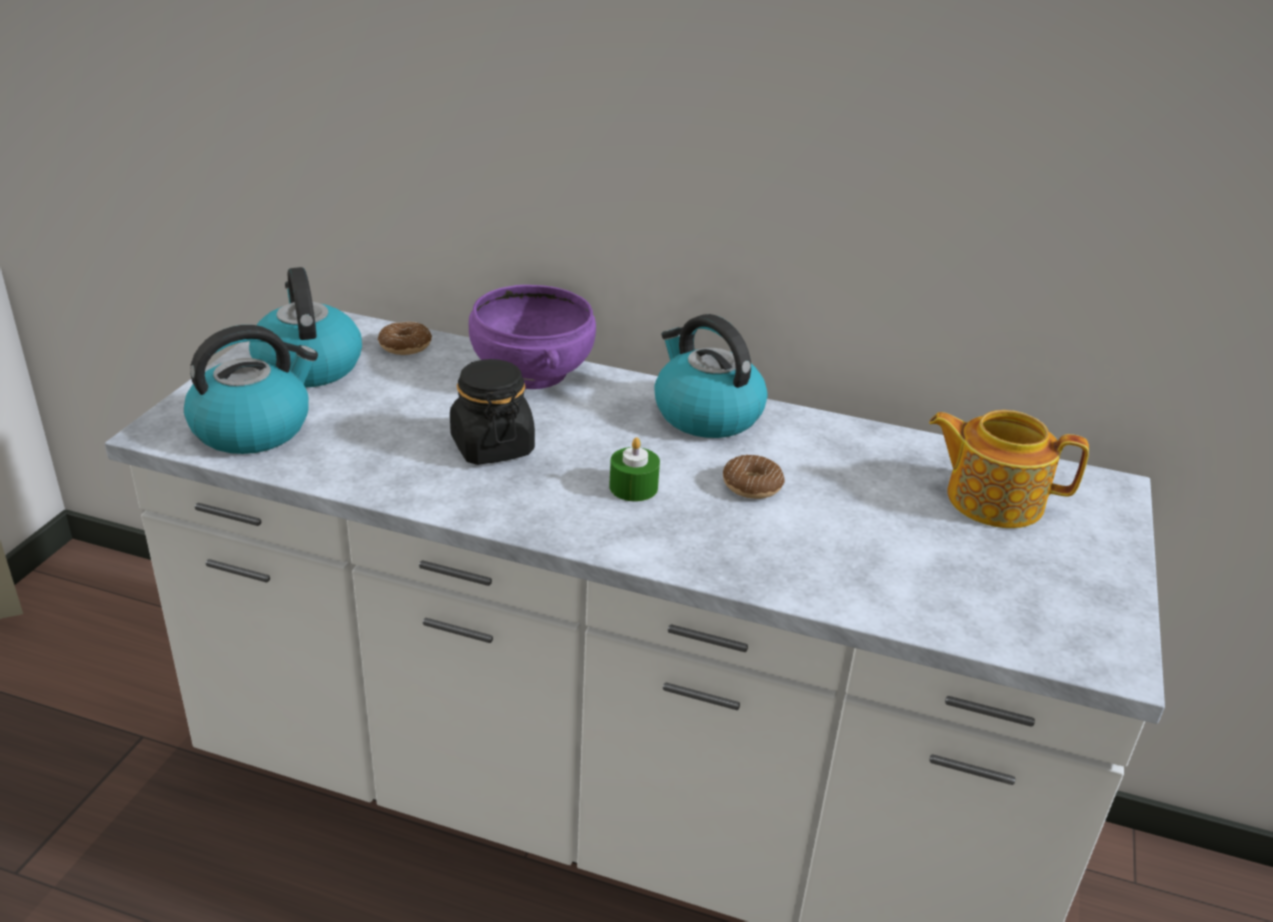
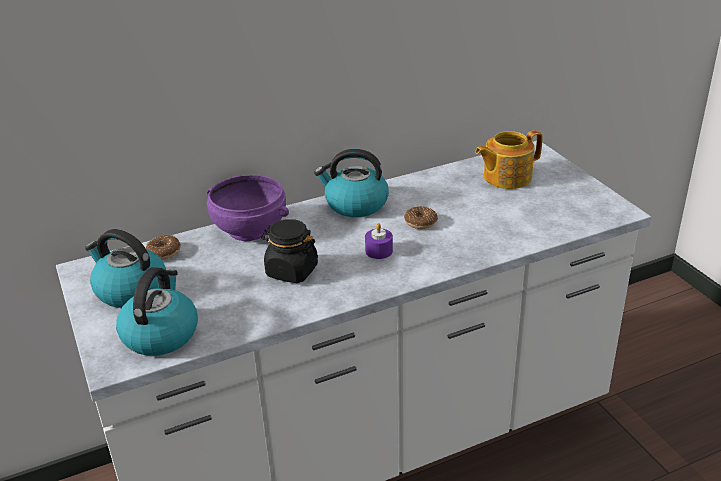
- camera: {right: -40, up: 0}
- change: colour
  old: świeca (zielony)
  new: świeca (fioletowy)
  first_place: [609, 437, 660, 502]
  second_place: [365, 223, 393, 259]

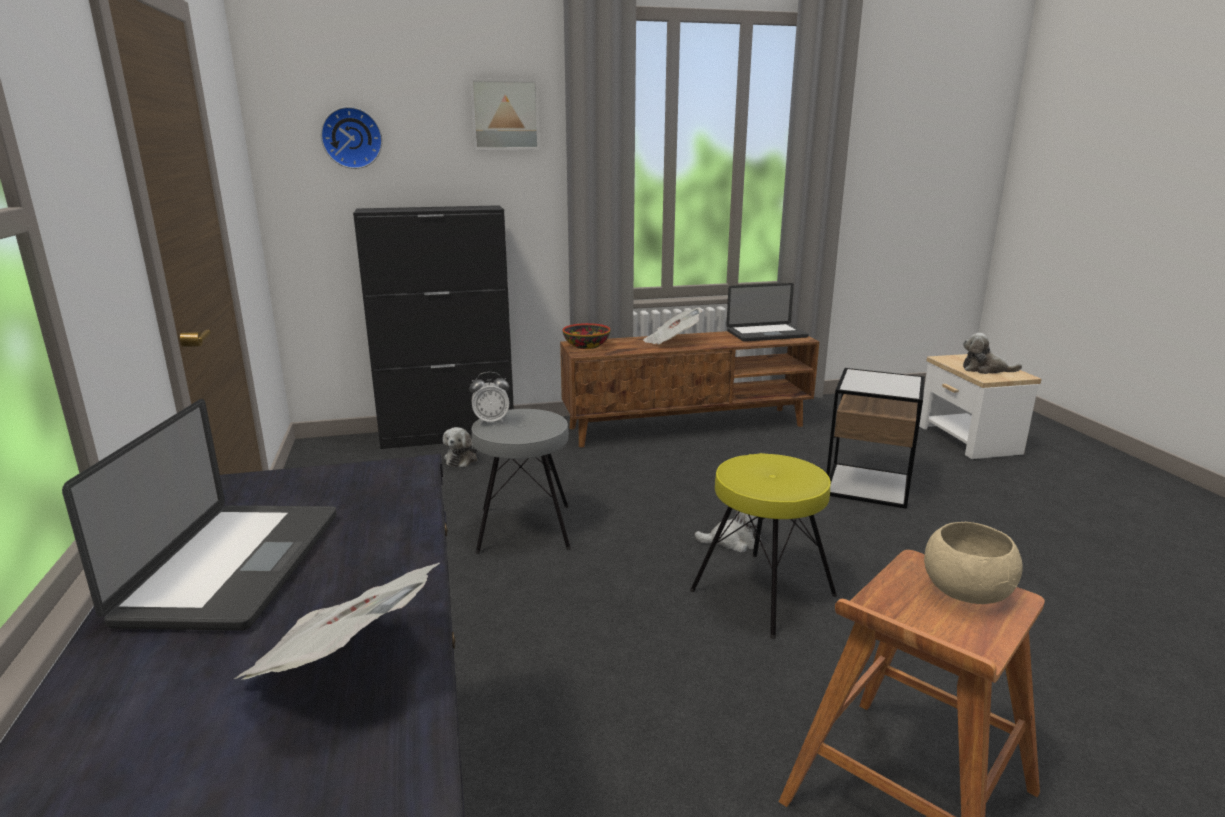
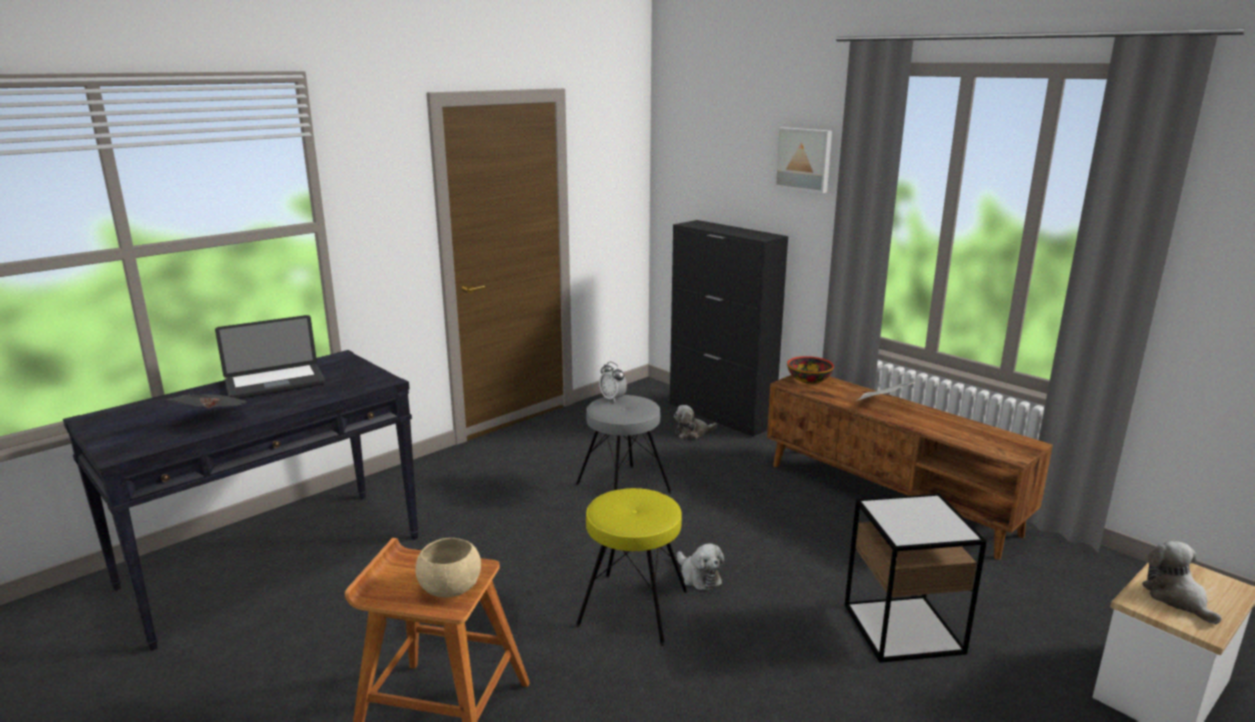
- camera: {right: 60, up: 0}
- change: missing
  old: zegar ścienny
  first_place: [321, 107, 383, 169]
- change: missing
  old: laptop
  first_place: [726, 283, 809, 342]

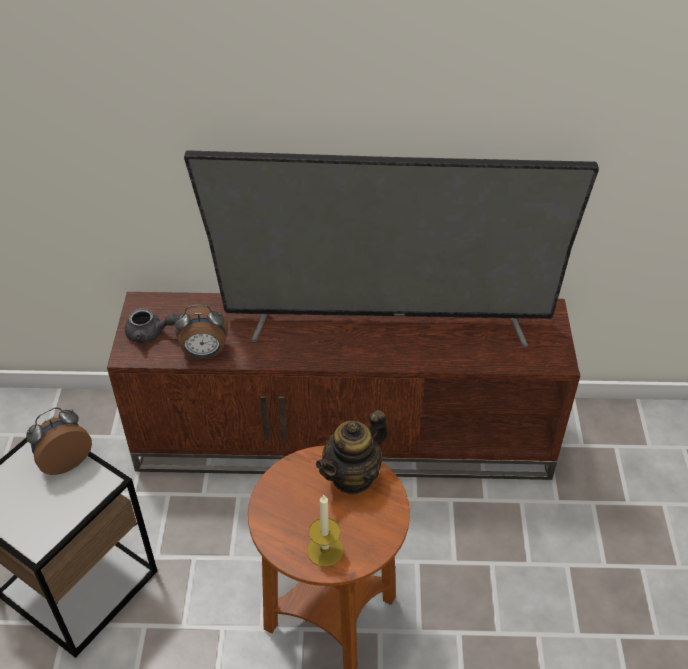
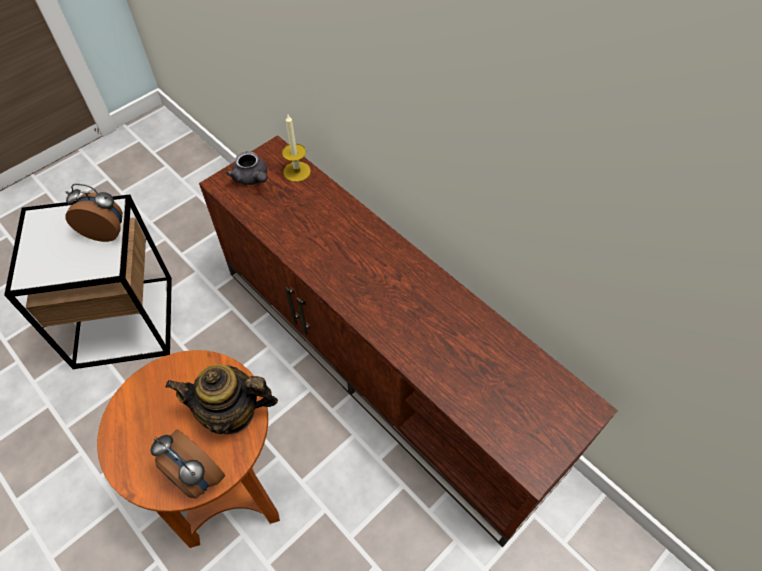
- camera: {right: 45, up: 10}
- change: relocated
  old: budzik
  first_place: [175, 305, 228, 359]
  second_place: [150, 429, 225, 498]
- change: missing
  old: telewizor
  first_place: [184, 150, 599, 347]
- change: relocated
  old: świeca
  first_place: [307, 494, 343, 567]
  second_place: [282, 115, 311, 182]

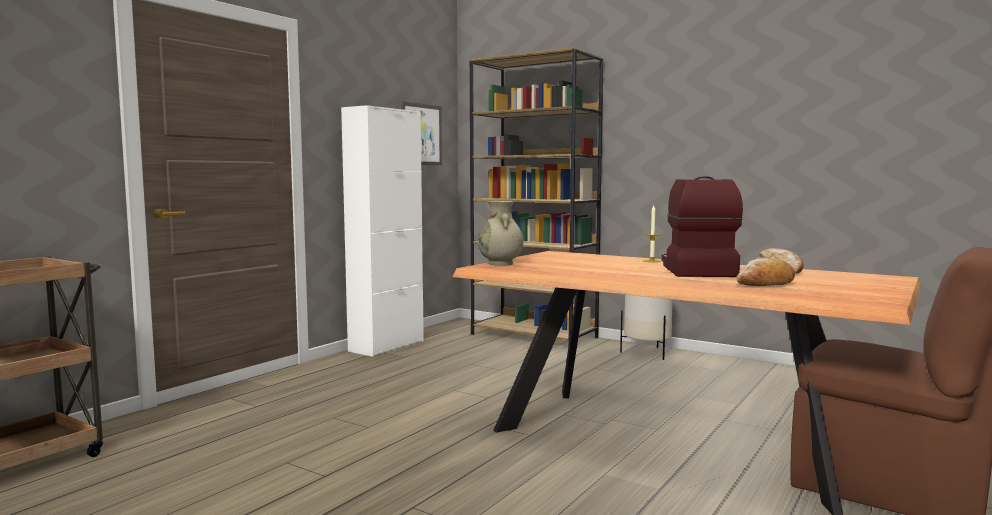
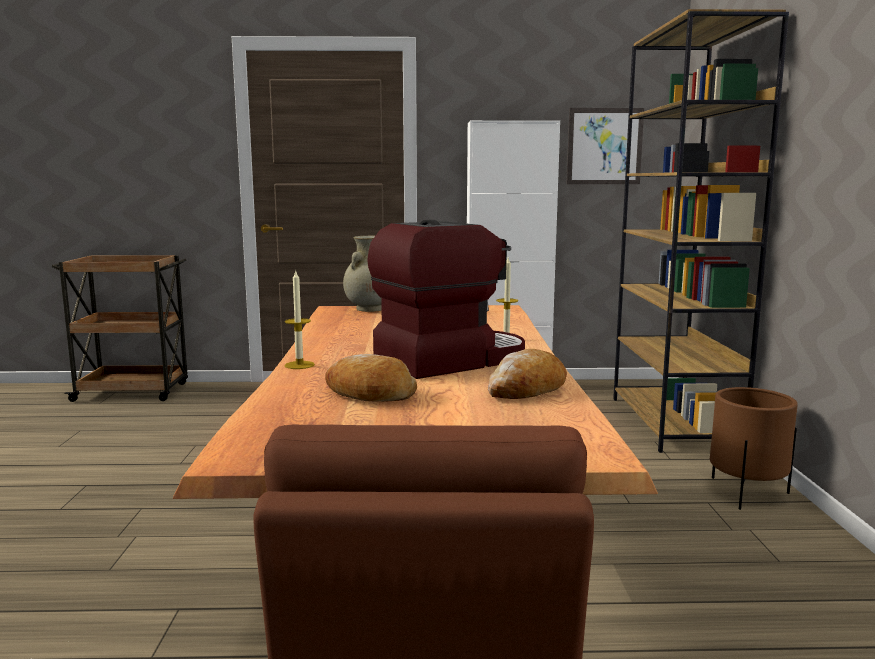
- camera: {right: 55, up: 5}
- change: colour
  old: donica (biały)
  new: donica (brązowy)
  first_place: [620, 294, 673, 360]
  second_place: [710, 387, 798, 510]
- change: appeared
  new: świeca
  second_place: [285, 271, 315, 369]

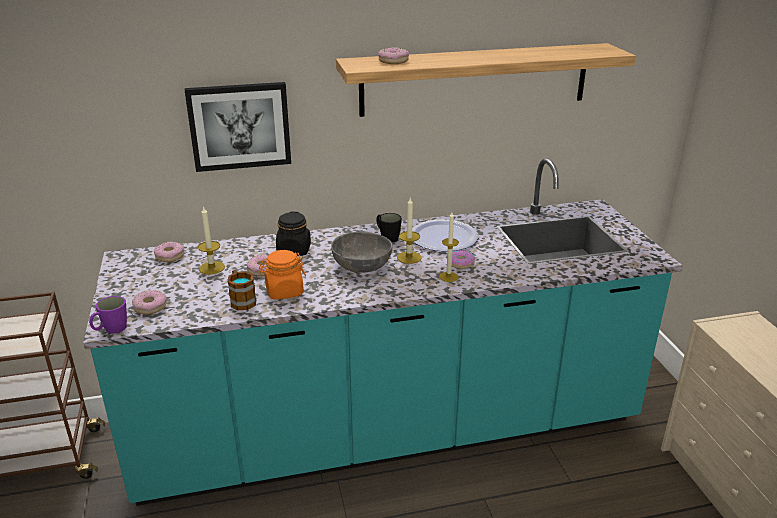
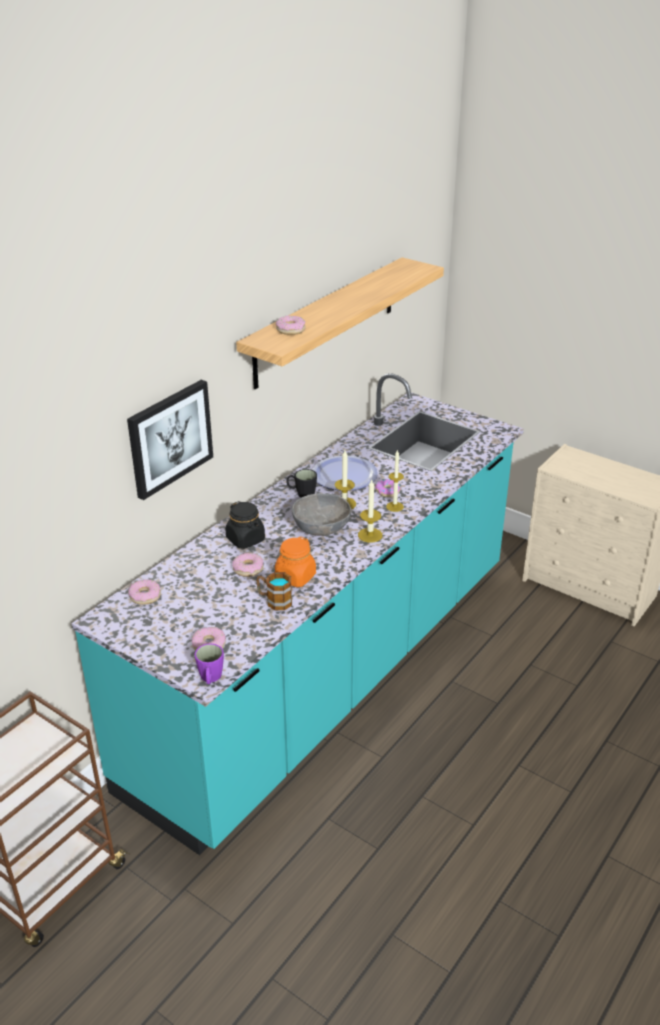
- camera: {right: -40, up: 5}
- change: relocated
  old: świeca
  first_place: [198, 206, 225, 274]
  second_place: [358, 480, 382, 542]

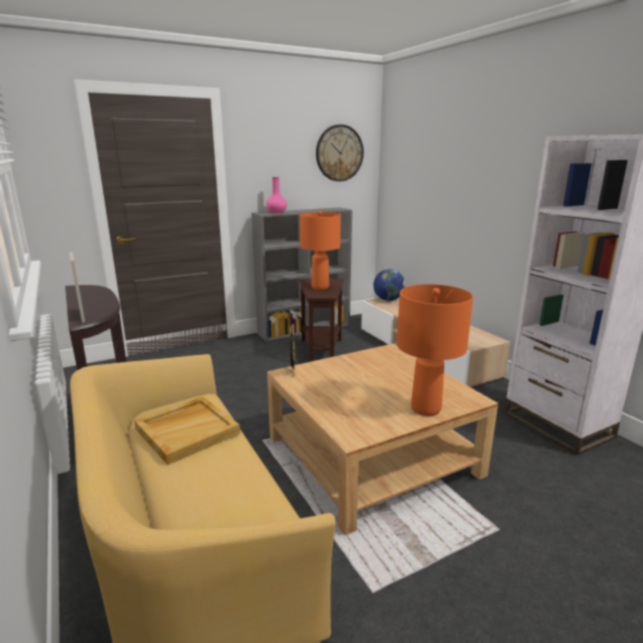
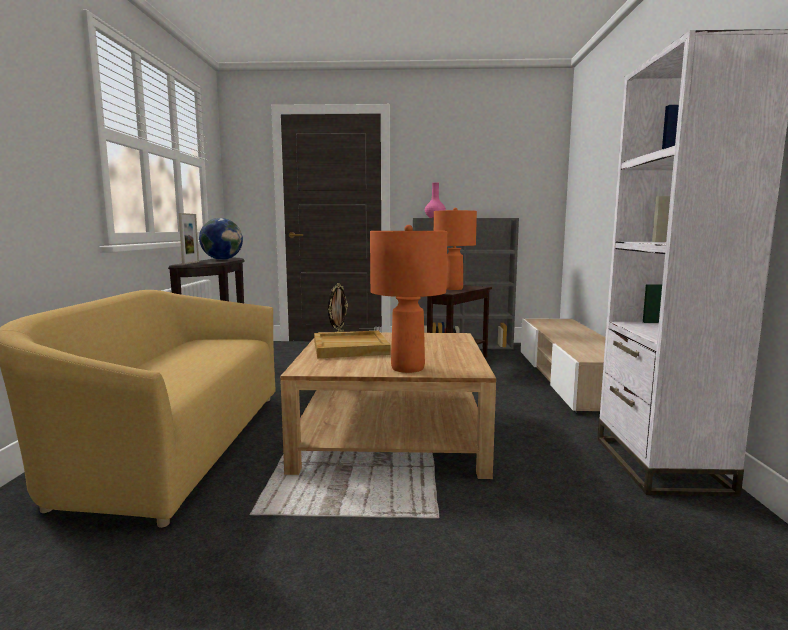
- camera: {right: 30, up: -10}
- change: relocated
  old: taca (beżowy)
  first_place: [134, 396, 240, 465]
  second_place: [314, 331, 390, 358]
- change: missing
  old: zegar ścienny
  first_place: [316, 124, 364, 181]
- change: relocated
  old: globus
  first_place: [373, 269, 405, 301]
  second_place: [199, 218, 243, 260]

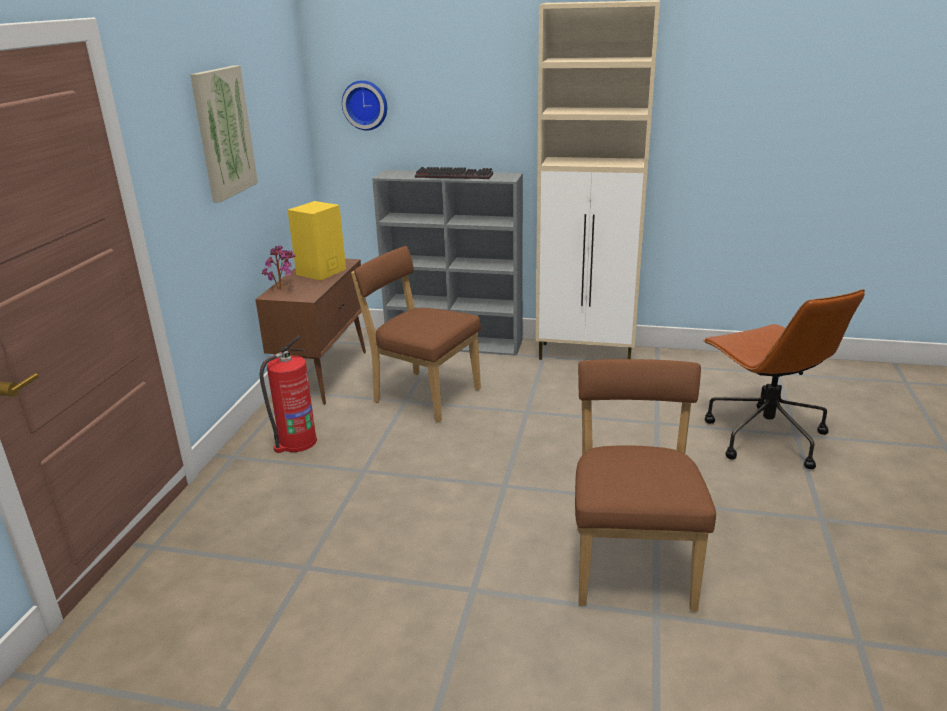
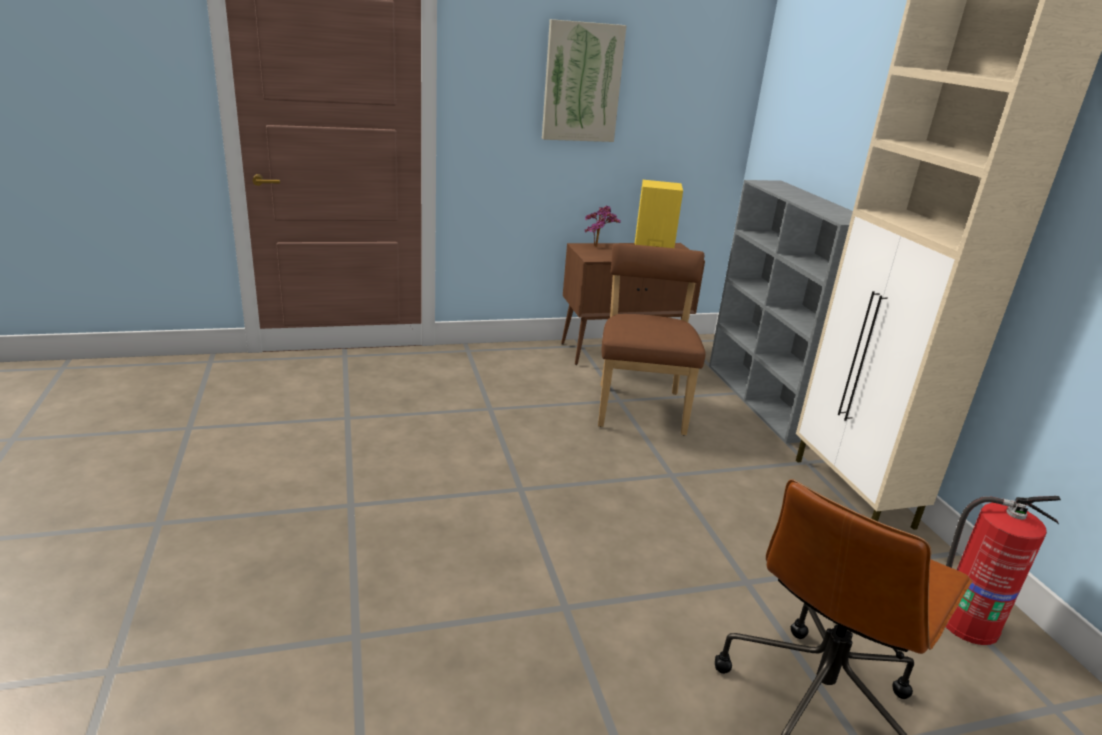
- camera: {right: 60, up: 0}
- change: relocated
  old: gaśnica
  first_place: [259, 336, 317, 453]
  second_place: [946, 496, 1061, 645]
- change: missing
  old: zegar ścienny
  first_place: [342, 80, 387, 131]
- change: missing
  old: klawiatura
  first_place: [415, 167, 493, 179]
- change: missing
  old: krzesło (brązowy)
  first_place: [575, 359, 716, 612]

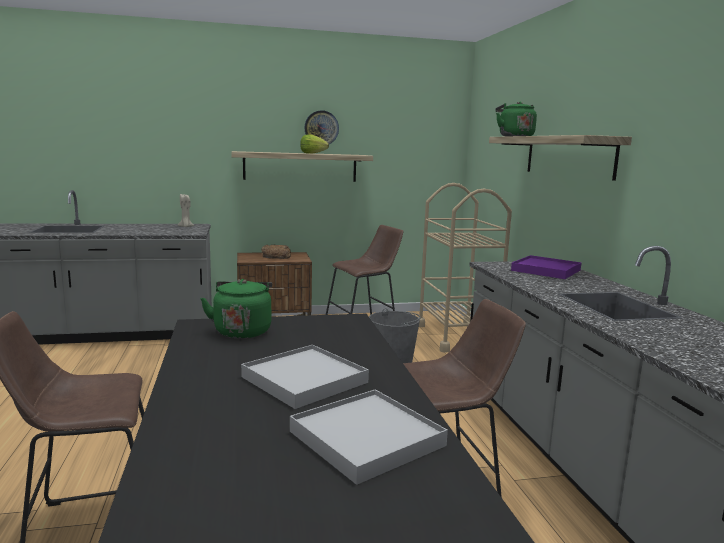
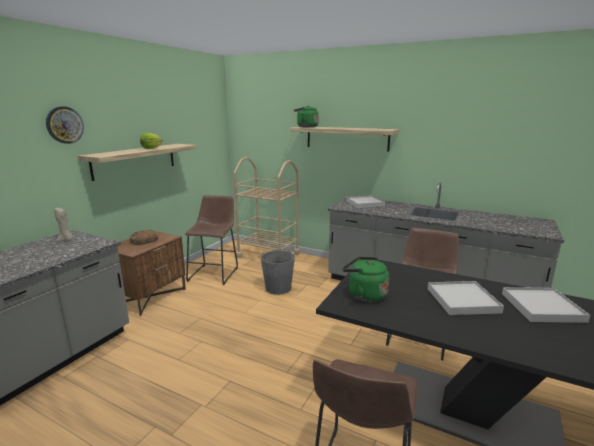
- camera: {right: -50, up: 5}
- change: relocated
  old: zegar ścienny
  first_place: [304, 110, 339, 144]
  second_place: [46, 106, 84, 144]
- change: colour
  old: taca (fioletowy)
  new: taca (biały)
  first_place: [511, 255, 582, 279]
  second_place: [346, 195, 385, 208]

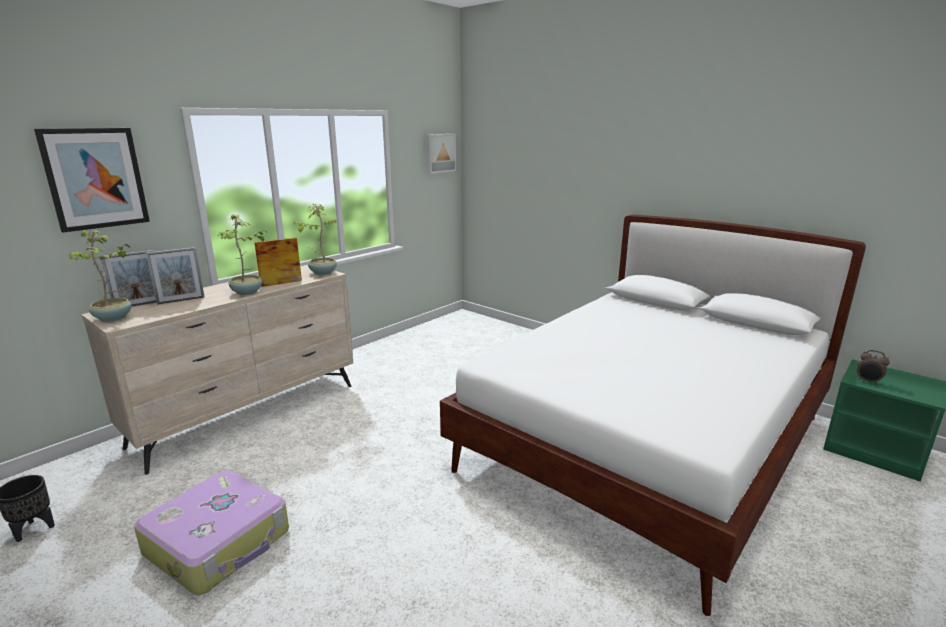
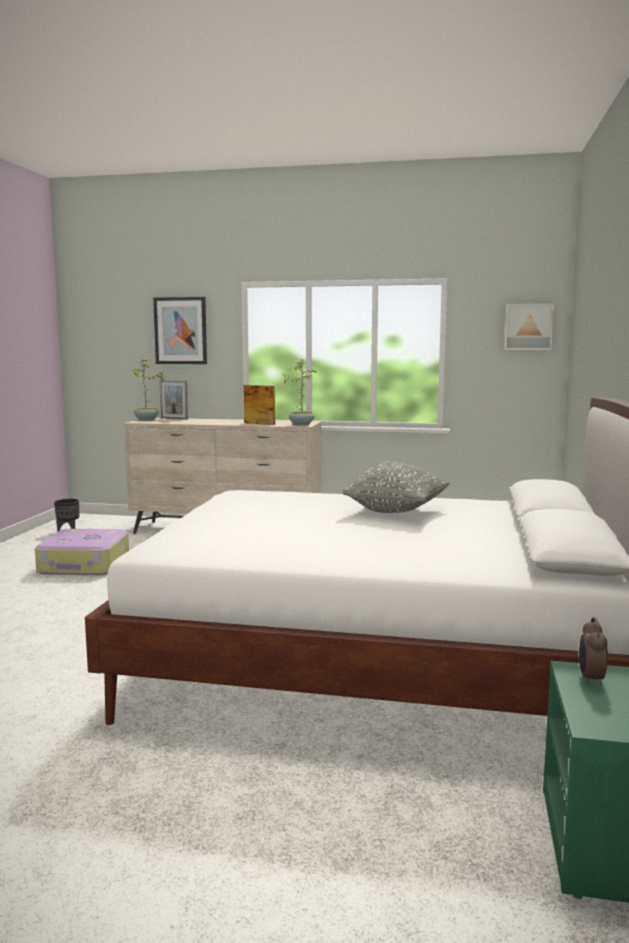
- camera: {right: 60, up: -10}
- change: missing
  old: ramka na zdjęcie
  first_place: [146, 247, 205, 305]
- change: missing
  old: roślina doniczkowa
  first_place: [217, 214, 265, 295]
- change: appeared
  new: poduszka (szary)
  second_place: [341, 461, 450, 513]

